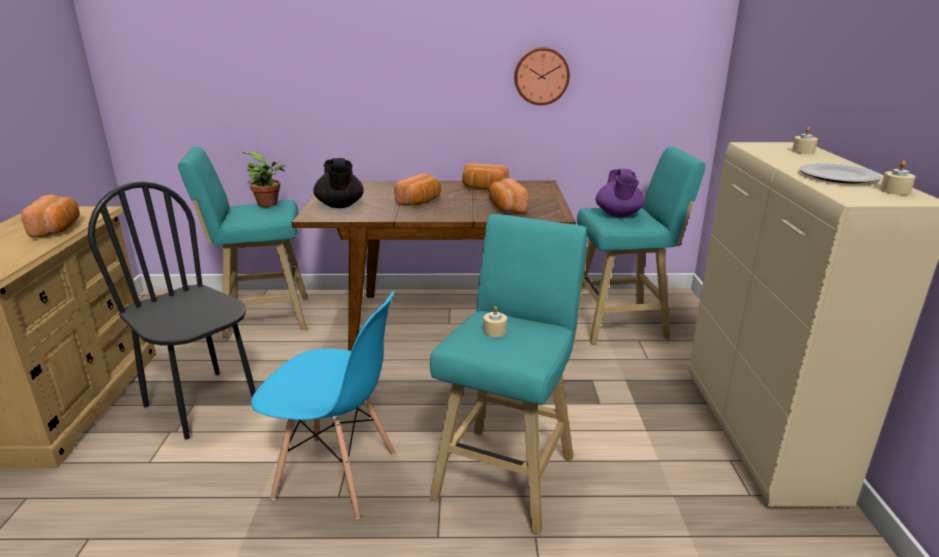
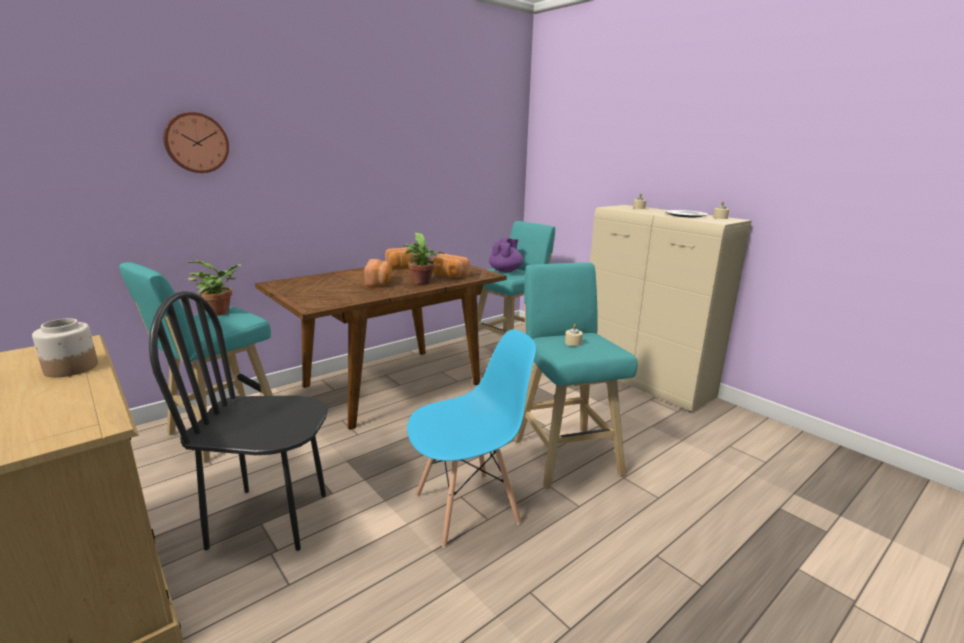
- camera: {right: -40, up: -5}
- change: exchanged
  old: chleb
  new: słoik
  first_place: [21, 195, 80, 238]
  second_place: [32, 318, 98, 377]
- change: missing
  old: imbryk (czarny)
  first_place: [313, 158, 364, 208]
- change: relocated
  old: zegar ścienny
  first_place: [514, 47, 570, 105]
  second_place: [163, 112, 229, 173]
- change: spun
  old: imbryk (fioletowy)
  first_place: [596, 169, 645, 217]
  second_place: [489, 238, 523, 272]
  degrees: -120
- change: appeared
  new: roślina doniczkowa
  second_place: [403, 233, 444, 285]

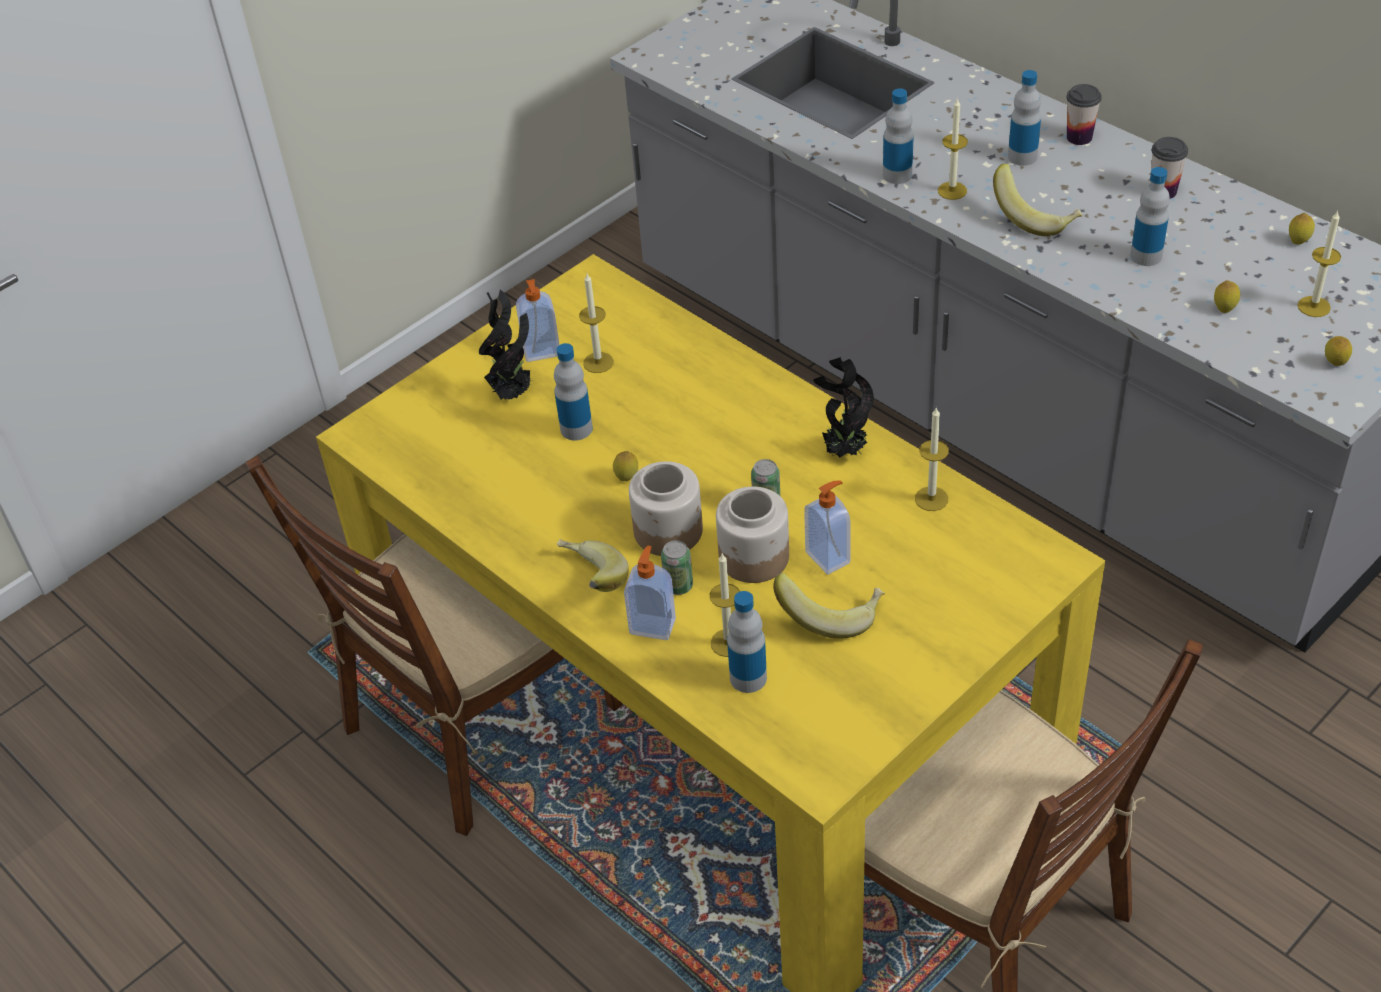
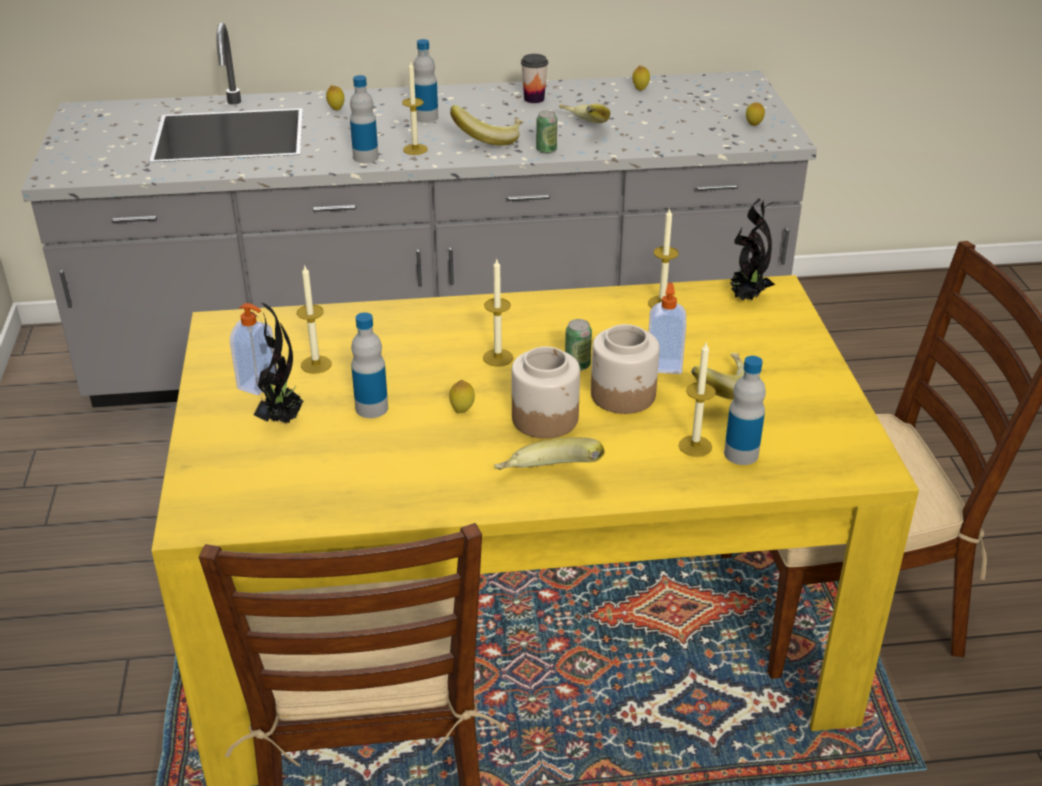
- camera: {right: -55, up: -10}
- change: missing
  old: dozownik mydła
  first_place: [624, 546, 676, 640]
- change: relocated
  old: puszka
  first_place: [661, 540, 693, 595]
  second_place: [536, 110, 557, 154]
- change: relocated
  old: roślina doniczkowa
  first_place: [813, 357, 874, 457]
  second_place: [730, 198, 775, 300]
- change: missing
  old: filiżanka
  first_place: [1067, 84, 1102, 145]
- change: exchanged
  old: butelka
  new: banan
  first_place: [1130, 167, 1170, 266]
  second_place: [559, 103, 610, 123]
- change: relocated
  old: cytryna
  first_place: [1214, 280, 1240, 313]
  second_place: [326, 85, 345, 110]
- change: relocated
  old: świeca
  first_place: [1297, 211, 1341, 317]
  second_place: [483, 259, 513, 367]

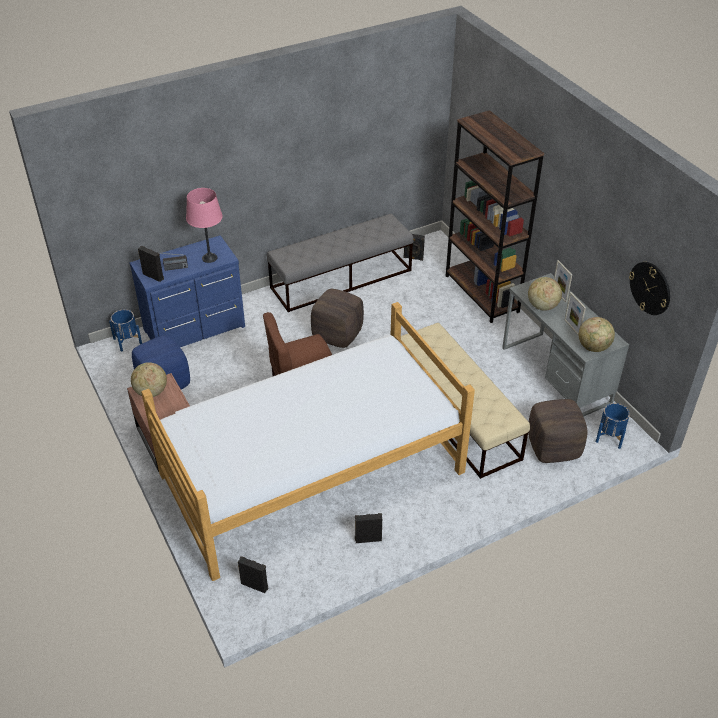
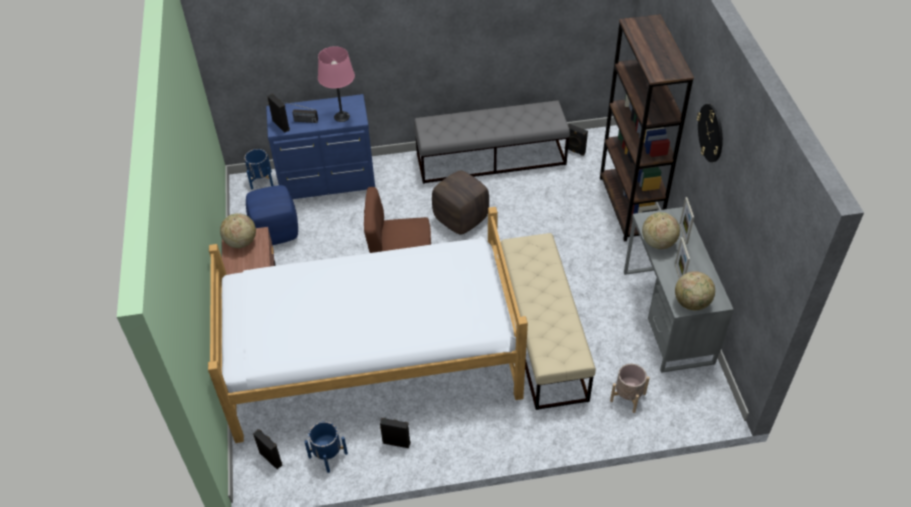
- camera: {right: 20, up: 5}
- change: exchanged
  old: pufa (brązowy)
  new: donica (beżowy)
  first_place: [528, 399, 587, 463]
  second_place: [610, 364, 650, 413]
- change: relocated
  old: donica (niebieski)
  first_place: [596, 403, 630, 449]
  second_place: [304, 421, 348, 473]
- change: relocated
  old: zegar ścienny
  first_place: [629, 262, 670, 315]
  second_place: [697, 104, 723, 162]

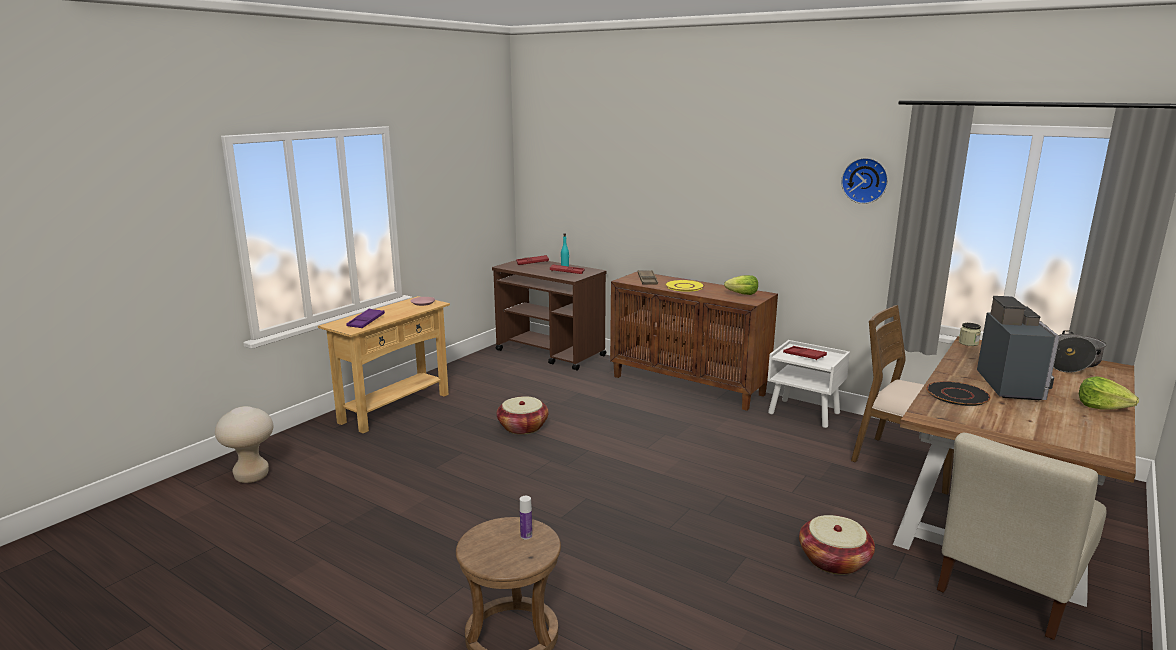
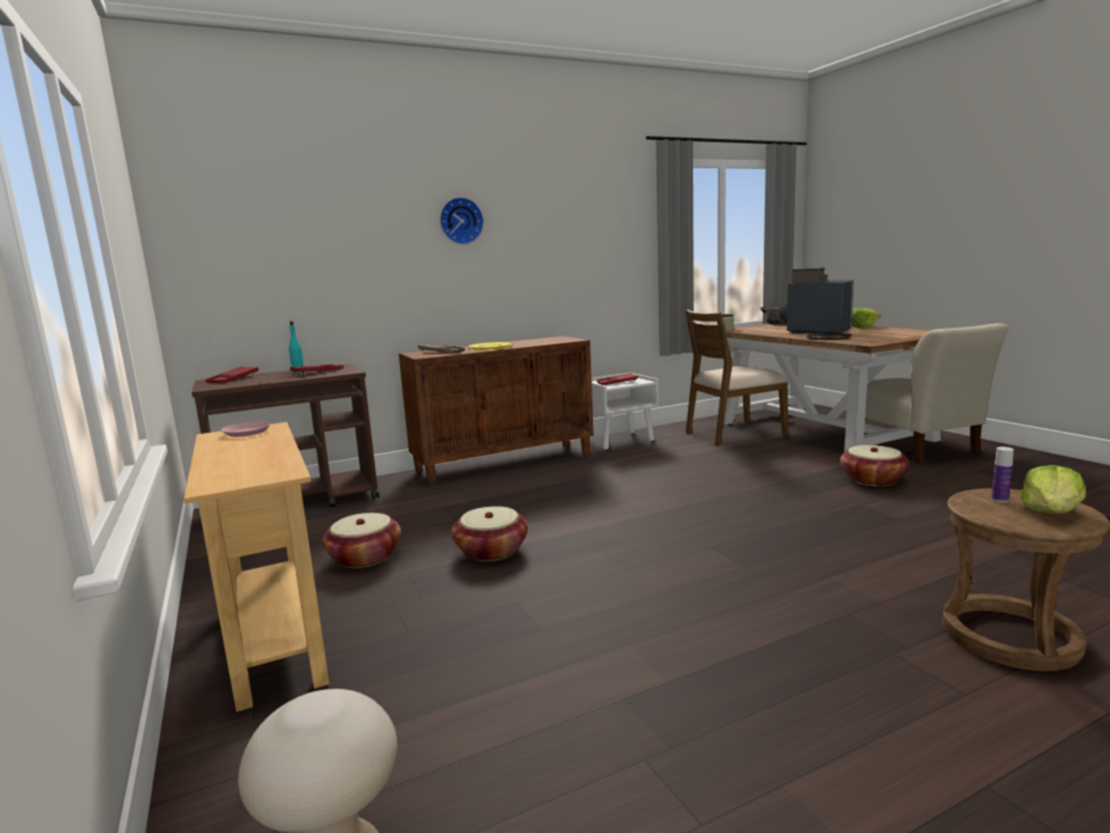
- camera: {right: -60, up: -5}
- change: missing
  old: taca (fioletowy)
  first_place: [346, 308, 385, 328]
- change: relocated
  old: sałata
  first_place: [724, 275, 758, 295]
  second_place: [1020, 465, 1086, 514]
- change: relocated
  old: zegar ścienny
  first_place: [841, 158, 888, 204]
  second_place: [440, 197, 484, 245]
- change: appeared
  new: koszyk
  second_place: [322, 513, 401, 568]

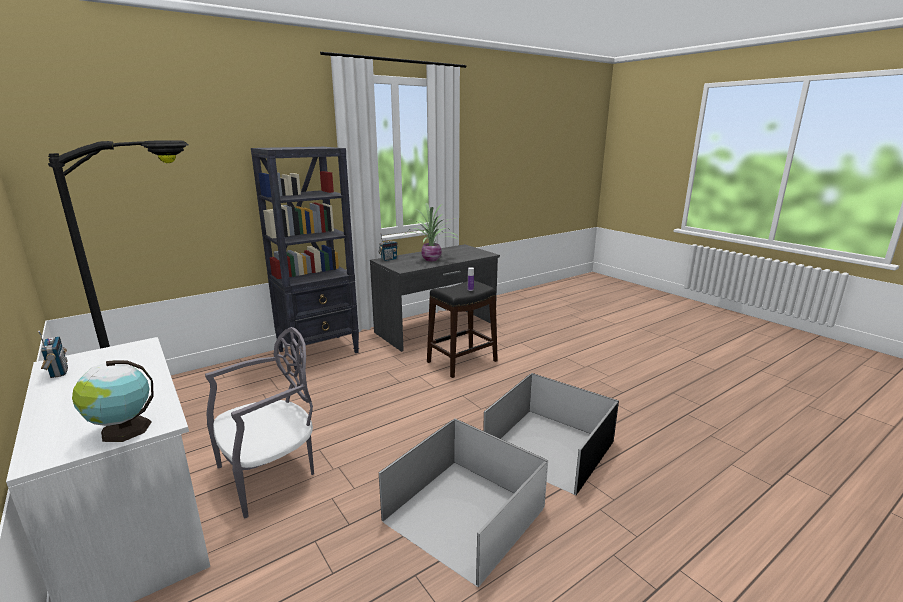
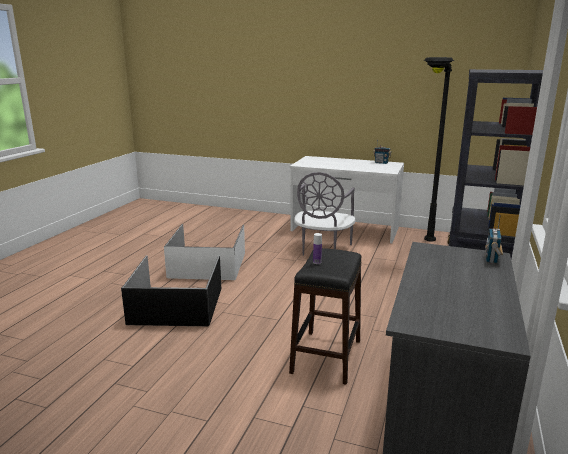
- camera: {right: 145, up: 0}
- change: missing
  old: globus
  first_place: [72, 360, 154, 442]
- change: missing
  old: roślina doniczkowa
  first_place: [402, 203, 459, 262]

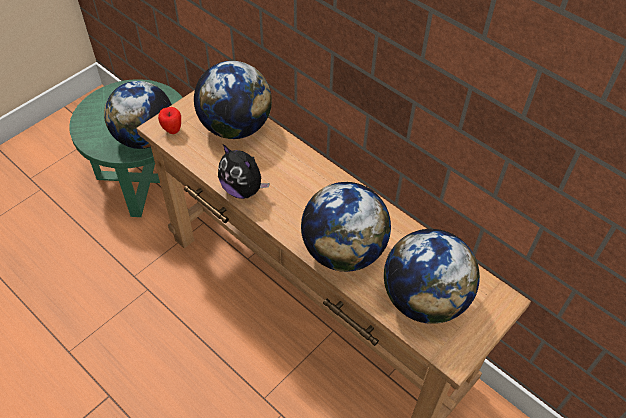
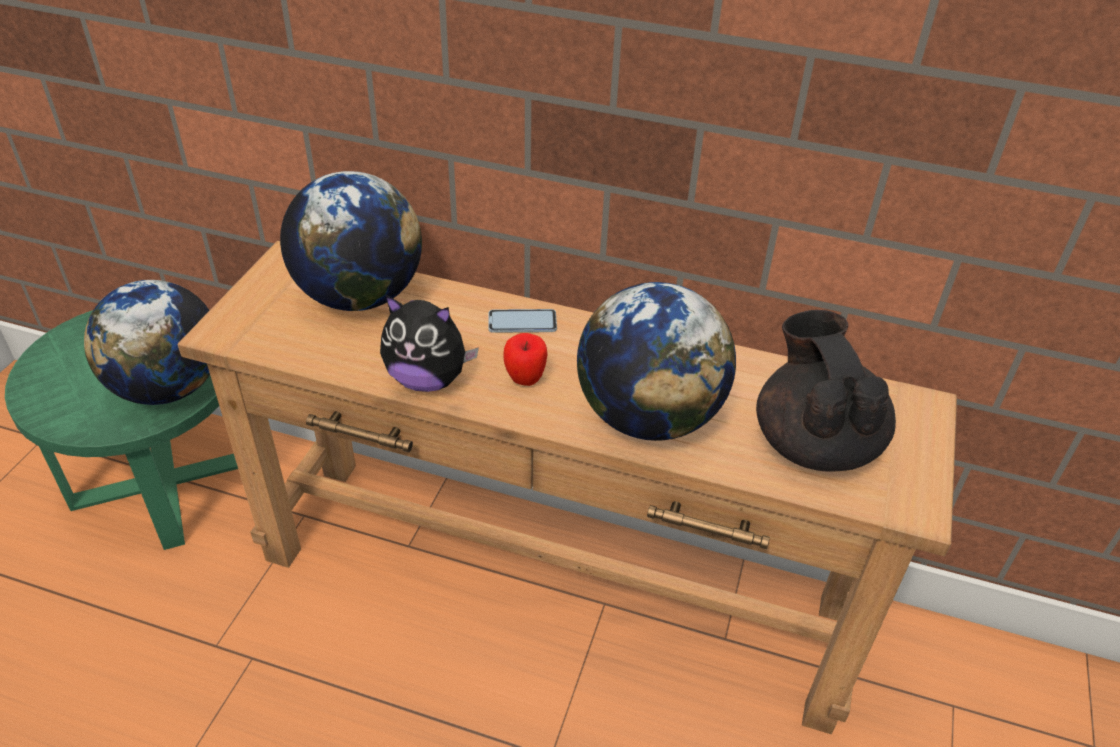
- camera: {right: -25, up: -10}
- change: relocated
  old: jabłko
  first_place: [158, 107, 181, 134]
  second_place: [503, 333, 548, 386]
- change: exchanged
  old: globus
  new: imbryk (czarny)
  first_place: [384, 229, 480, 324]
  second_place: [756, 310, 896, 472]
- change: appeared
  new: telefon
  second_place: [488, 309, 557, 333]

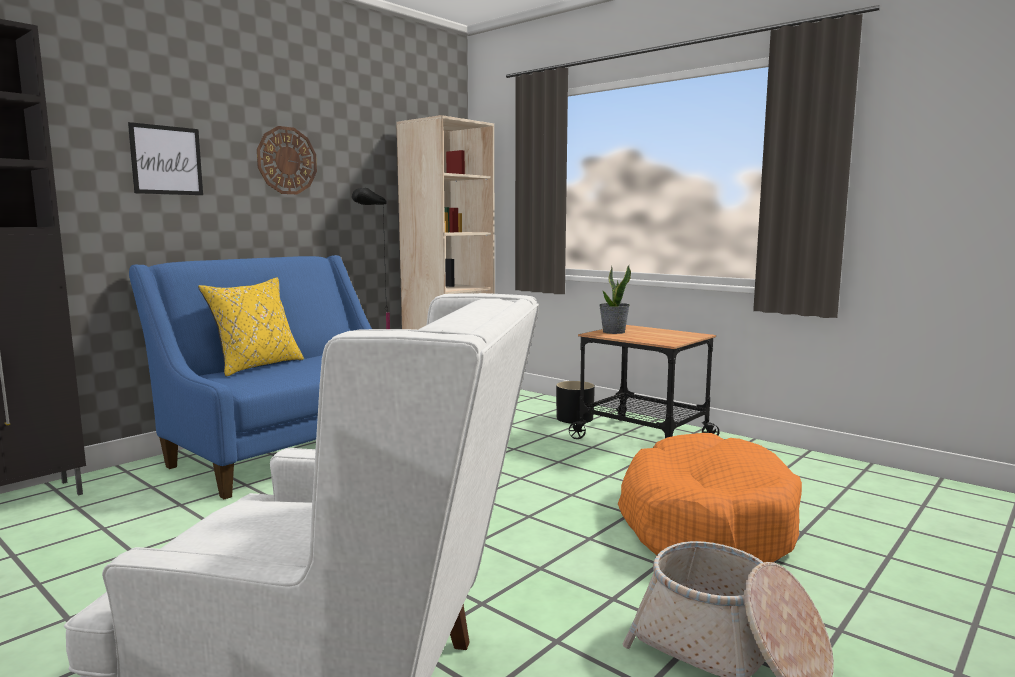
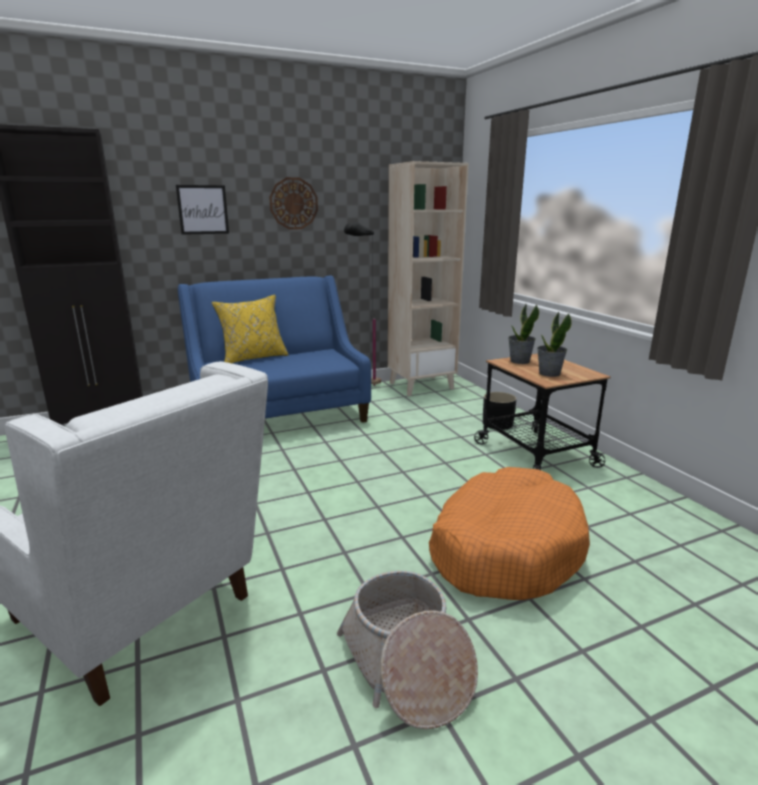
- camera: {right: 25, up: 10}
- change: appeared
  new: roślina doniczkowa
  second_place: [537, 311, 572, 377]

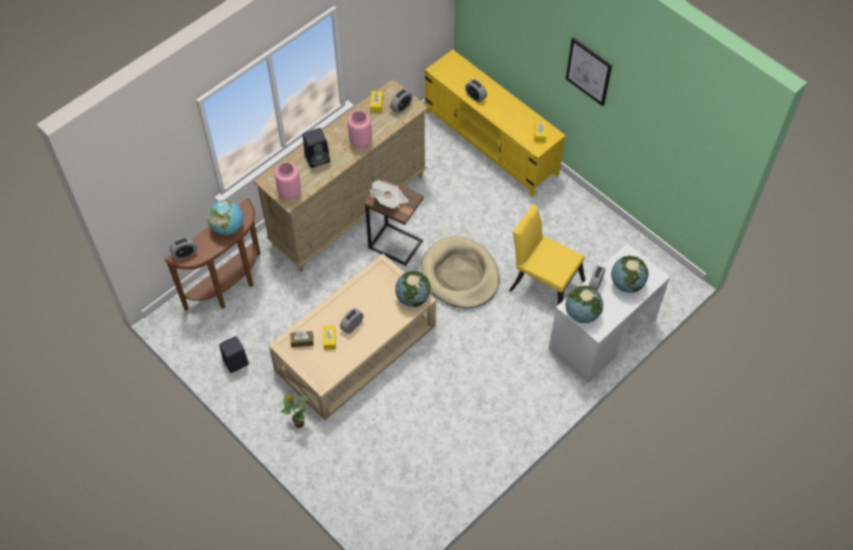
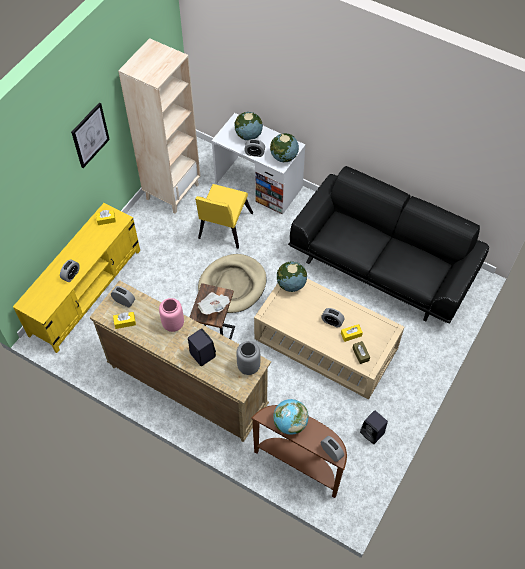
- camera: {right: -105, up: 0}
- change: colour
  old: wazon (różowy)
  new: wazon (szary)
  first_place: [275, 162, 301, 200]
  second_place: [236, 341, 260, 375]
- change: missing
  old: roślina doniczkowa
  first_place: [280, 394, 309, 428]
- change: appeared
  new: regał (beżowy)
  second_place: [118, 38, 200, 214]
- change: appeared
  new: kanapa (czarny)
  second_place: [288, 166, 489, 324]

